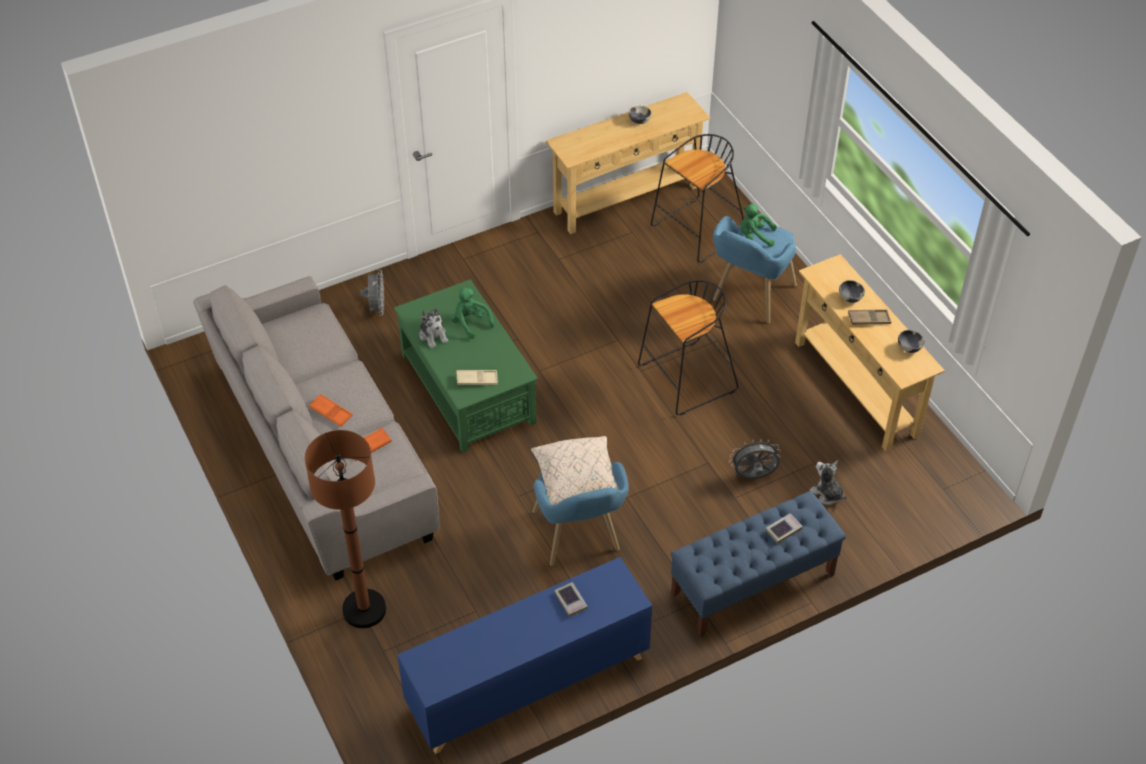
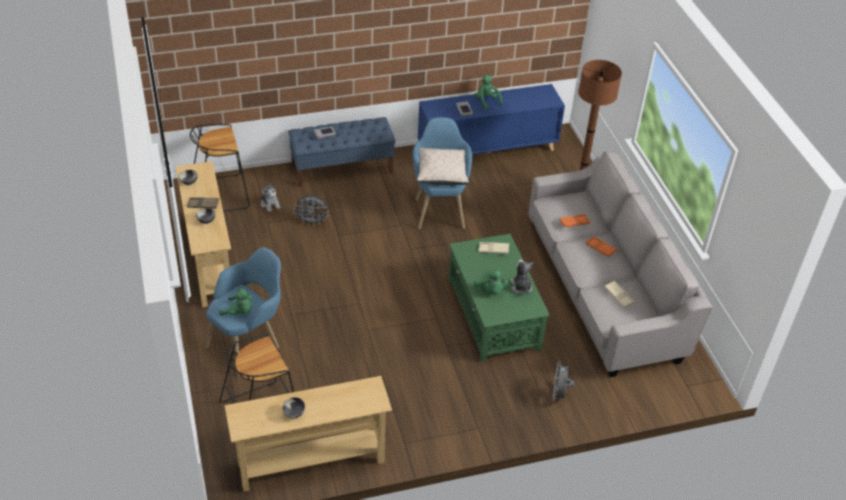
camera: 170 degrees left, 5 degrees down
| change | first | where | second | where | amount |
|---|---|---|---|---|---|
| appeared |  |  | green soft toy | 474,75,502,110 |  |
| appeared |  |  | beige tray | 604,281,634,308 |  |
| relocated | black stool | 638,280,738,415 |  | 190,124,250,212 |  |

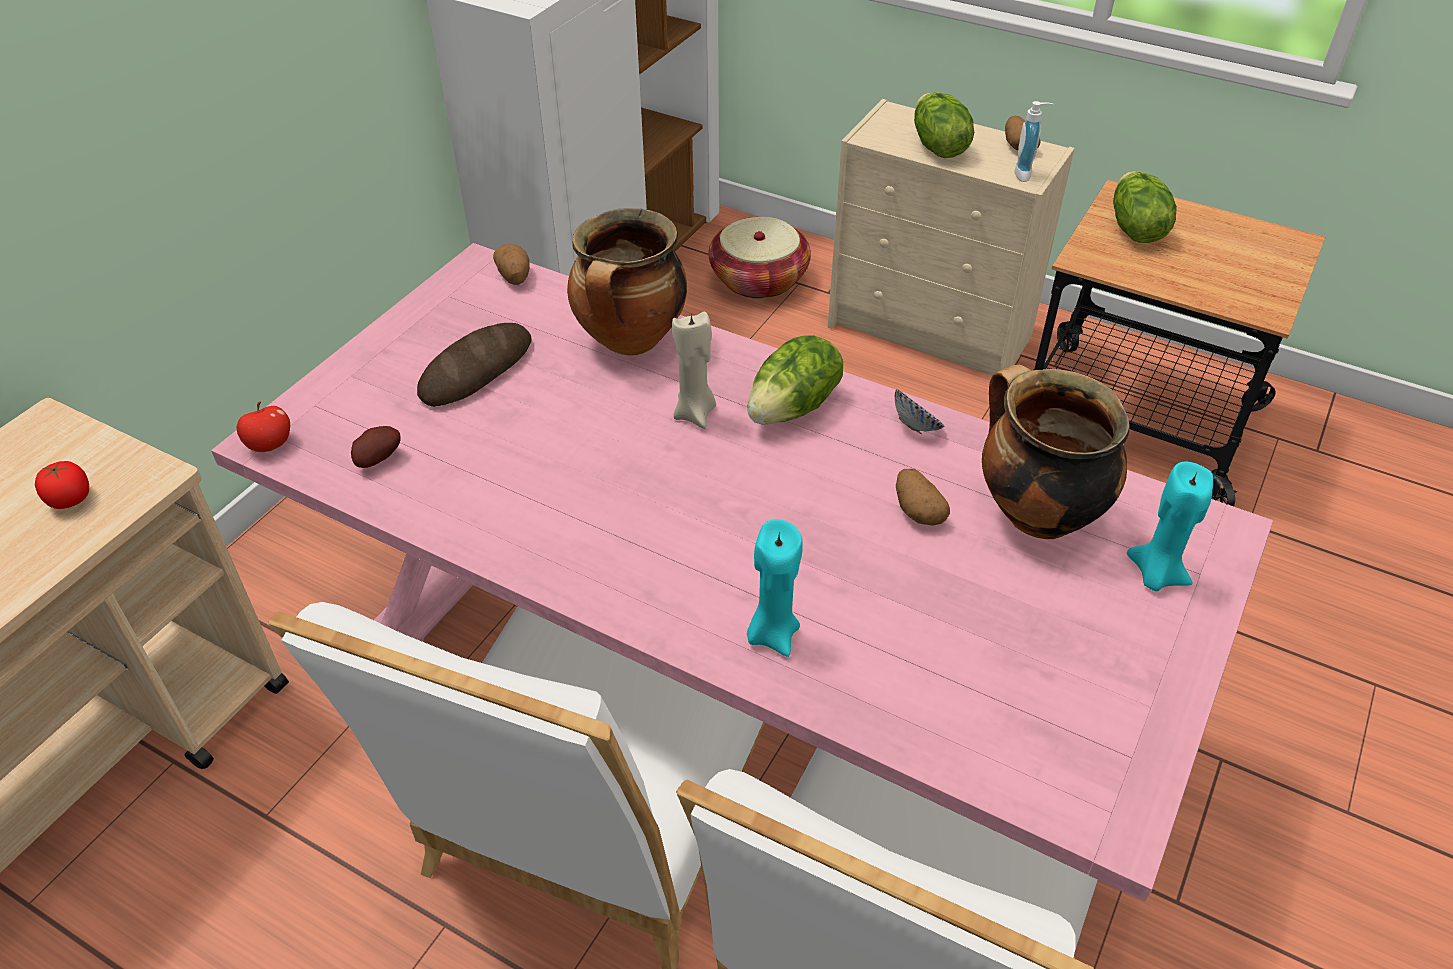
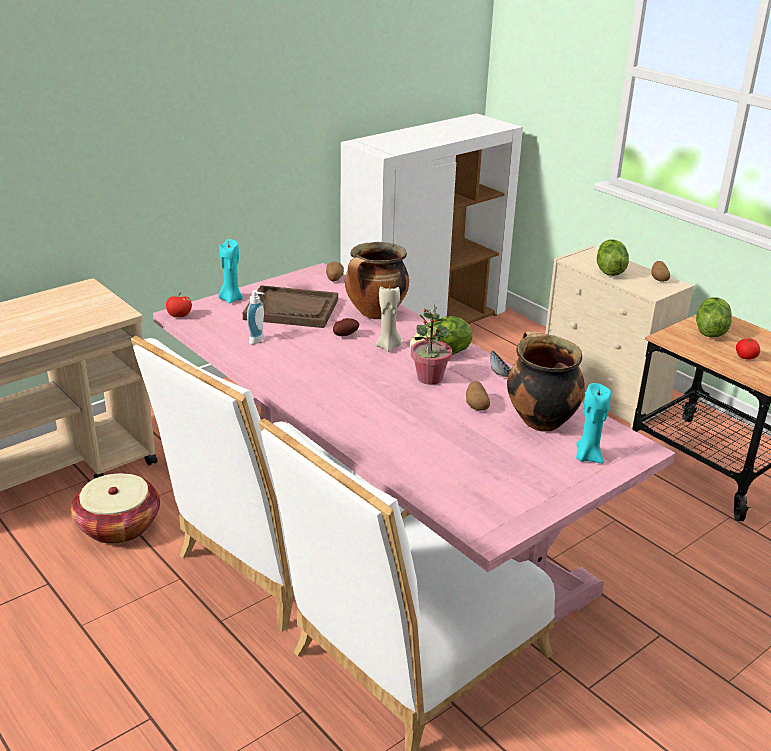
camera: 20 degrees right, 15 degrees down
| change | first | where | second | where | amount |
|---|---|---|---|---|---|
| appeared |  |  | plant in a pot | 411,304,452,385 |  |
| relocated | whole tomato | 35,460,89,509 |  | 736,339,760,359 |  |
| relocated | potato | 351,426,401,468 |  | 333,318,359,336 |  |
| relocated | basket | 708,217,811,299 |  | 70,473,160,544 |  |
| relocated | turquoise candle | 747,519,803,657 |  | 218,239,243,303 |  |
| relocated | liquid soap bottle | 1015,101,1053,182 |  | 247,290,265,345 |  |
| exchanged | bread | 417,323,532,407 | brown tray | 243,285,338,328 |  |

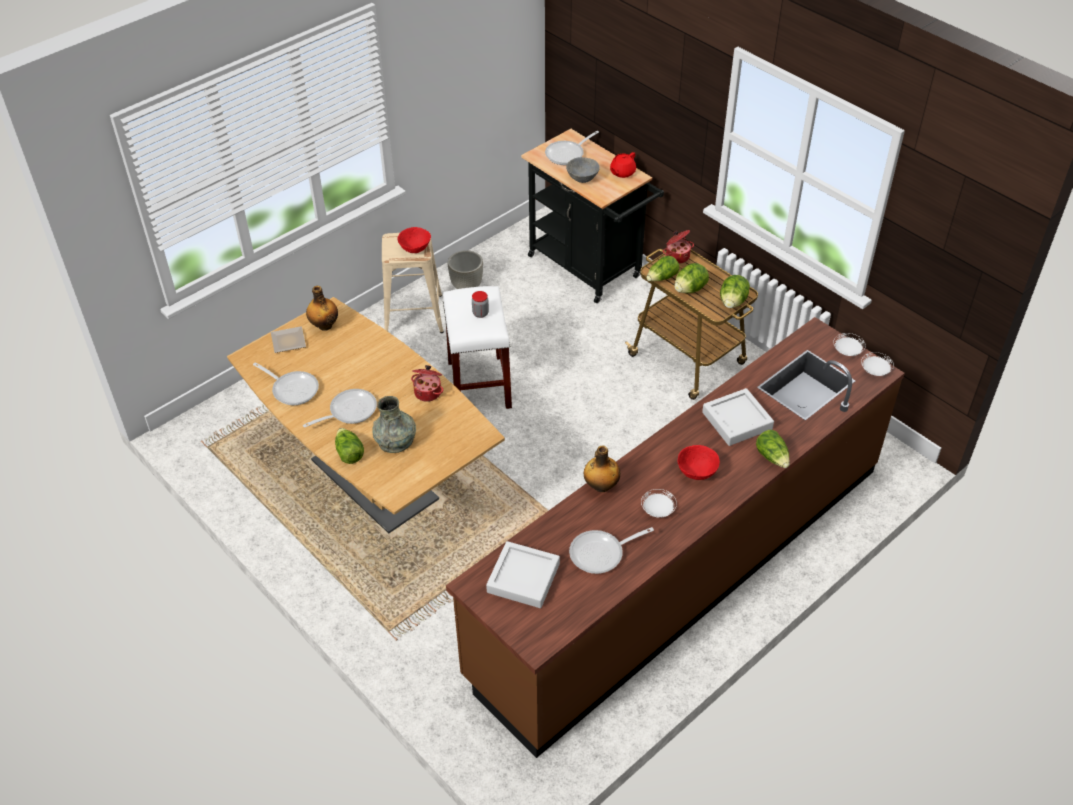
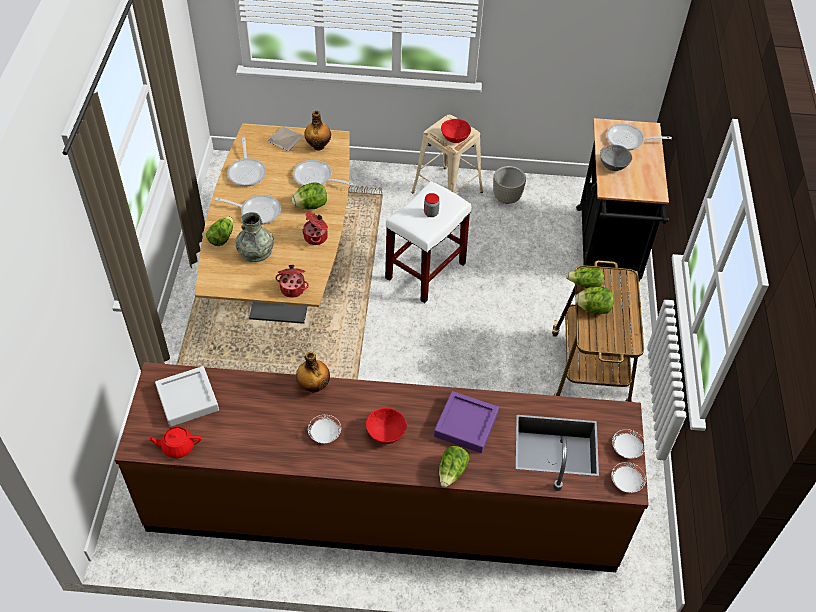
camera: 45 degrees right, 5 degrees up
| change | first | where | second | where | amount |
|---|---|---|---|---|---|
| relocated | pan | 569,527,654,574 |  | 293,160,354,186 |  |
| relocated | red-coloured teapot | 610,152,636,178 |  | 147,427,201,458 |  |
| relocated | saucepot | 663,230,694,264 |  | 275,265,309,298 |  |
| relocated | lettuce | 720,275,750,308 |  | 292,182,327,209 |  |
| colour | greyish tray | 702,388,774,446 | purple tray | 434,391,499,453 |  |

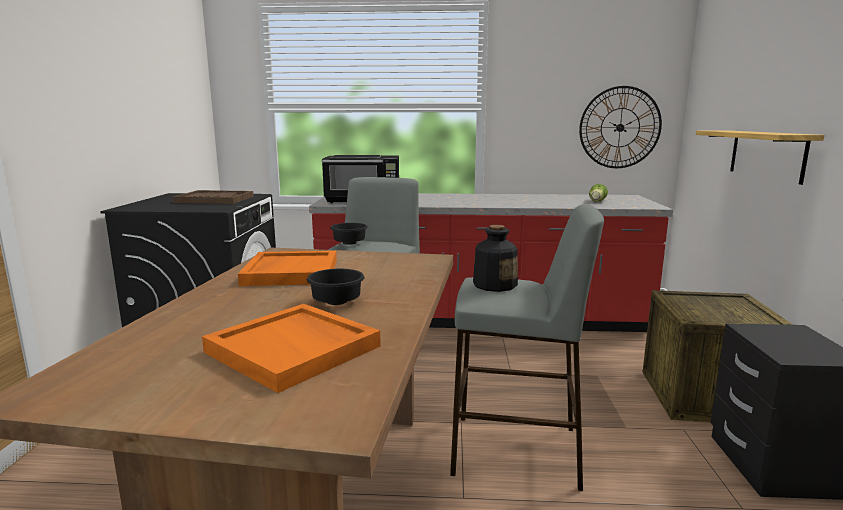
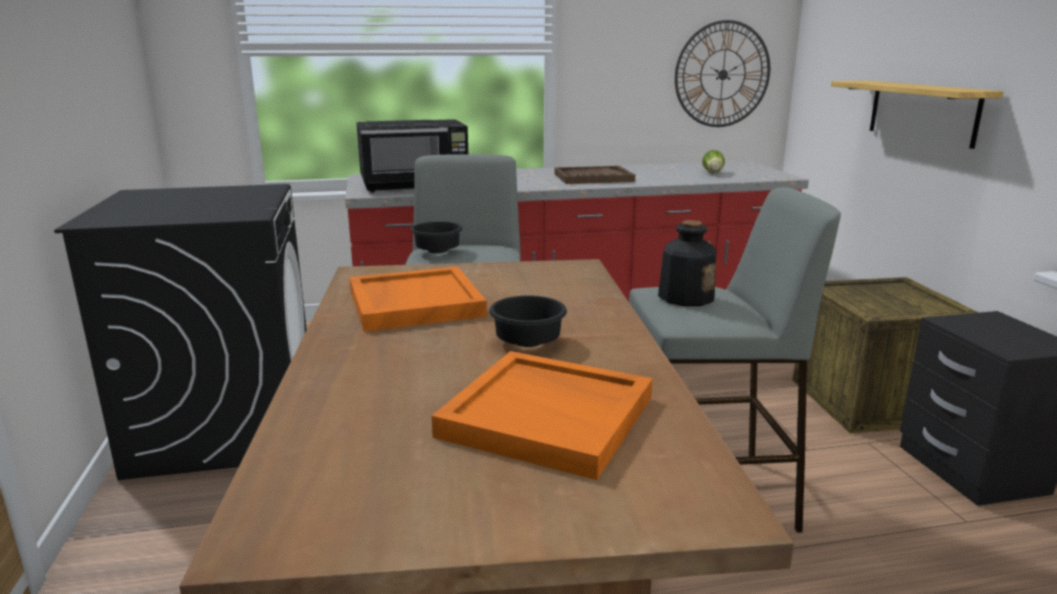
camera: 15 degrees left, 5 degrees up
| change | first | where | second | where | amount |
|---|---|---|---|---|---|
| relocated | brown tray | 173,190,254,204 |  | 554,166,635,184 |  |

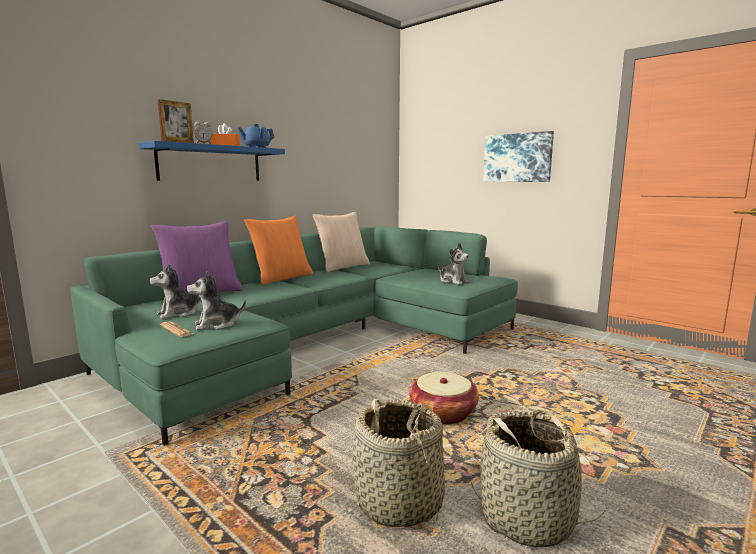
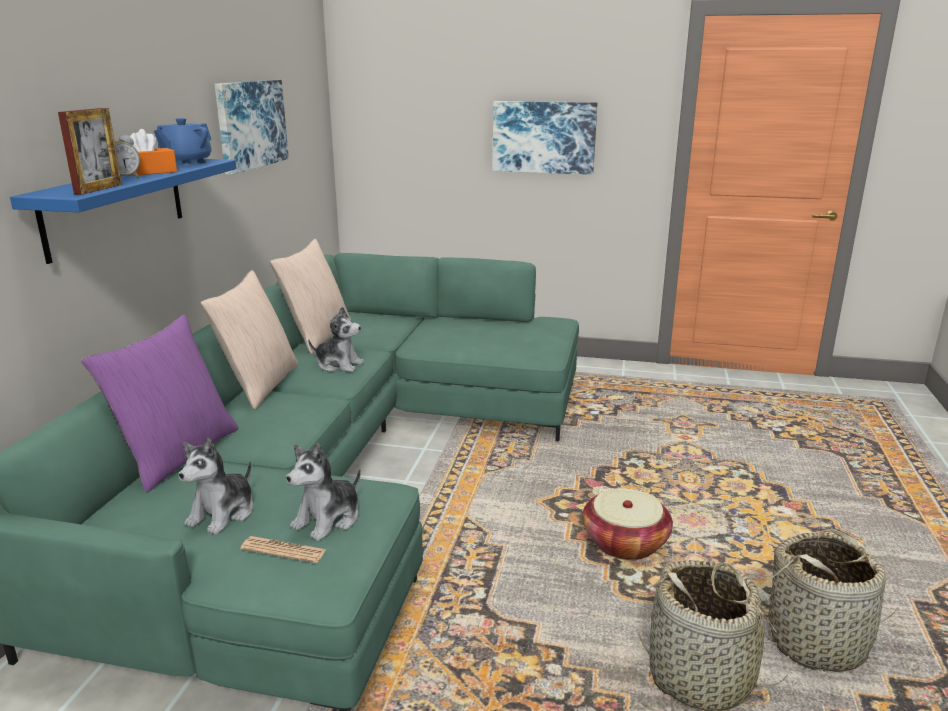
camera: 30 degrees left, 10 degrees up
| change | first | where | second | where | amount |
|---|---|---|---|---|---|
| appeared |  |  | picture | 214,80,289,175 |  |
| relocated | soft toy | 438,243,470,285 |  | 308,307,364,372 |  |
| colour | orangey cushion | 244,216,313,286 | beige cushion | 200,270,298,410 |  |

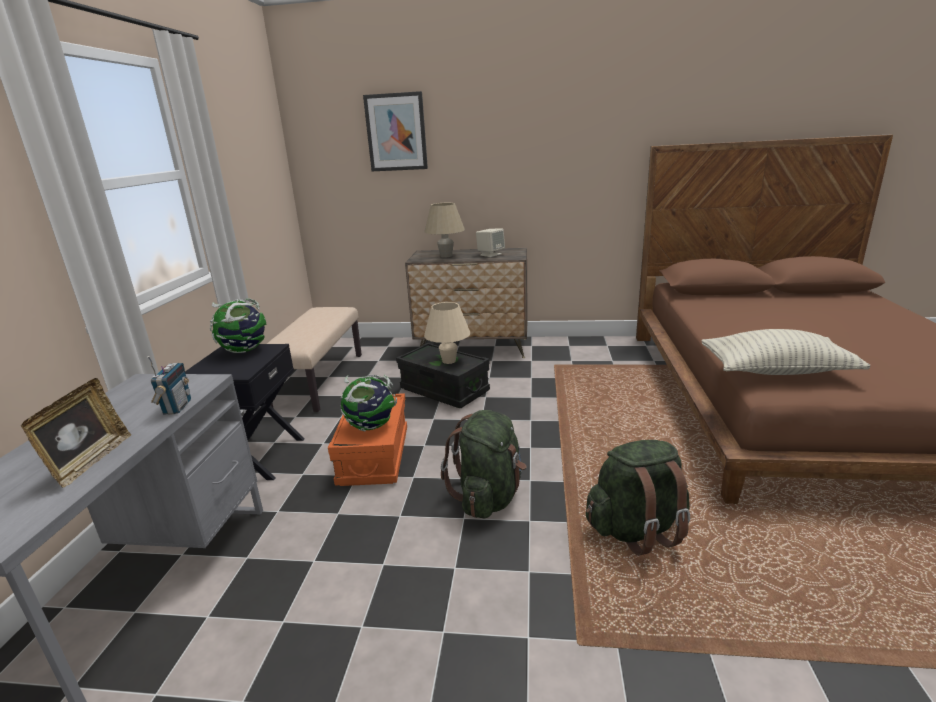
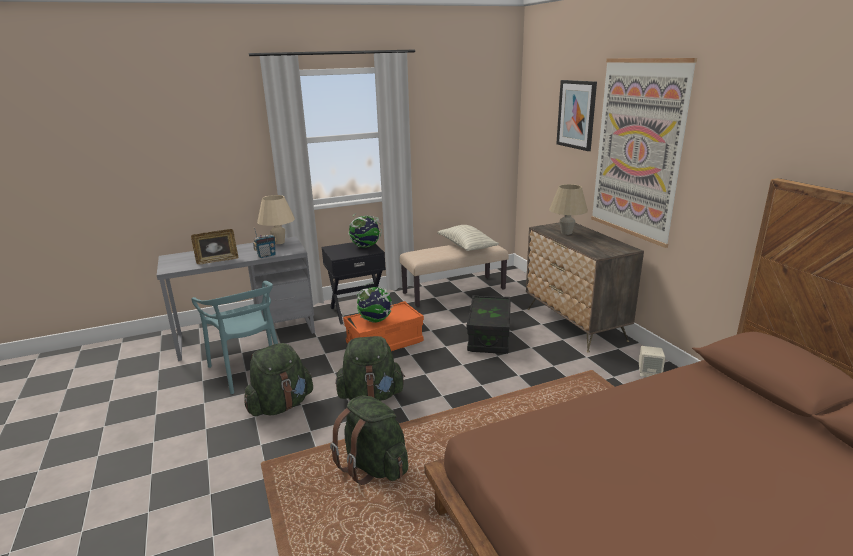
camera: 60 degrees right, 0 degrees up
| change | first | where | second | where | amount |
|---|---|---|---|---|---|
| appeared |  |  | turquoise chair | 191,281,278,394 |  |
| appeared |  |  | green knapsack | 245,343,313,416 |  |
| appeared |  |  | picture | 591,58,697,248 |  |
| relocated | beige lamp for a table | 424,302,470,364 |  | 257,195,295,244 |  |
| relocated | beige loudspeaker | 476,228,505,257 |  | 639,346,665,377 |  |
| relocated | cushion | 701,329,870,375 |  | 437,225,499,251 |  |

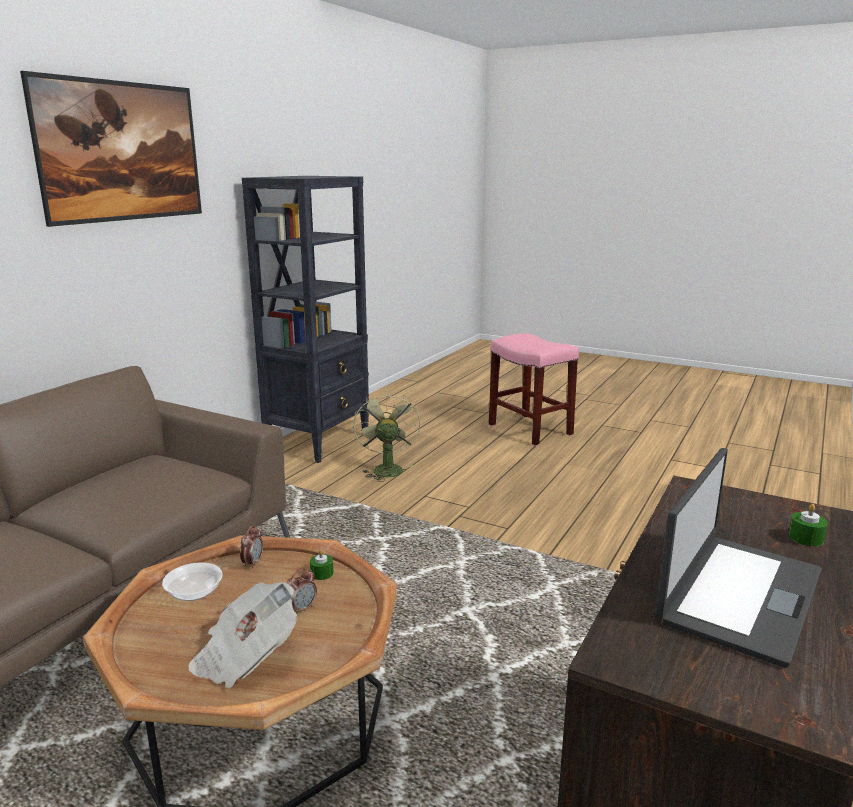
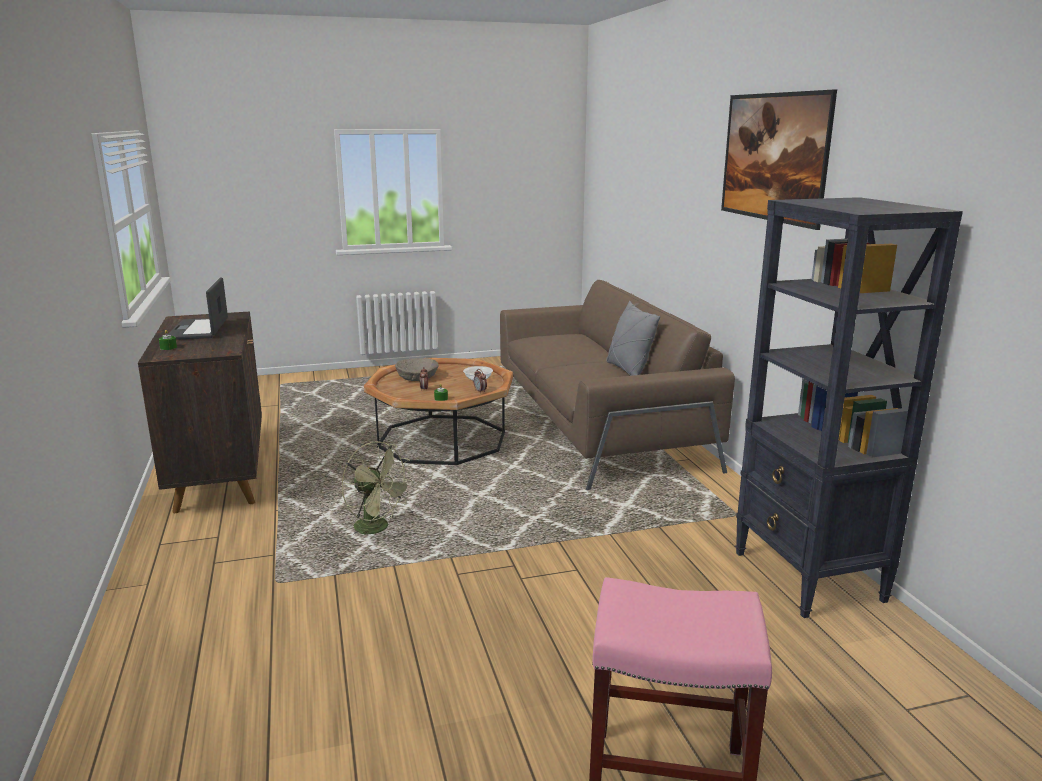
camera: 135 degrees right, 0 degrees up
| change | first | where | second | where | amount |
|---|---|---|---|---|---|
| appeared |  |  | greyish cushion | 606,301,660,376 |  |
| relocated | green cooling fan | 353,391,421,482 |  | 342,441,413,534 |  |
| exchanged | newspaper | 189,582,297,688 | beige serving bowl | 395,358,439,381 |  |

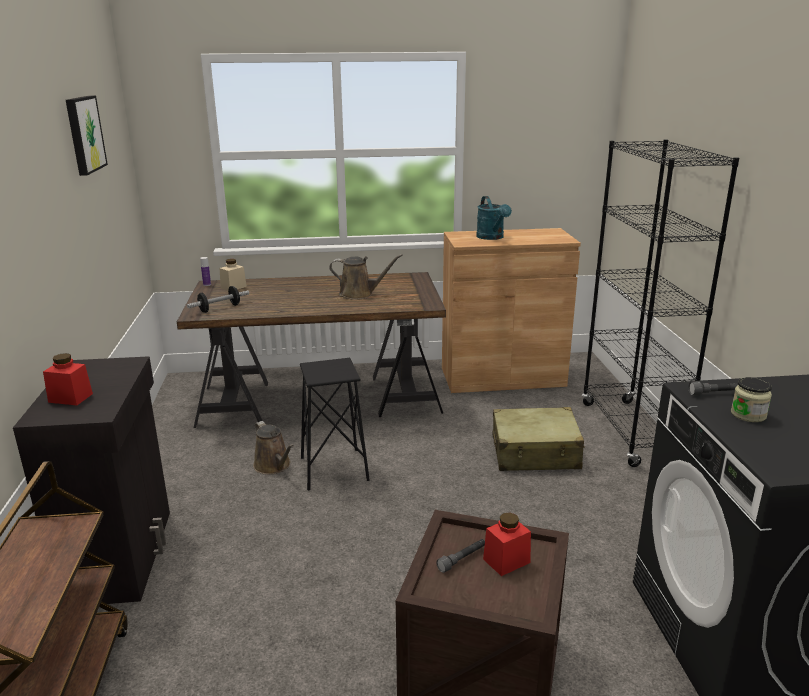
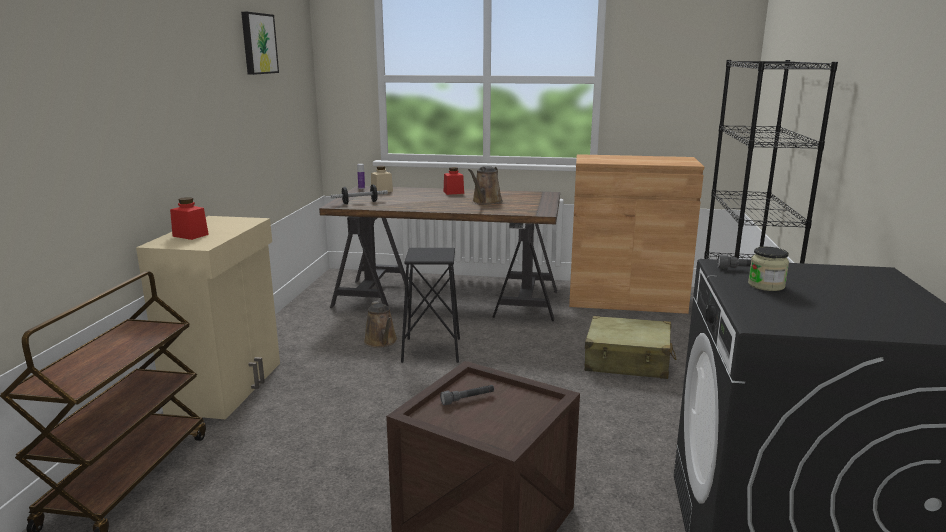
camera: 15 degrees right, 5 degrees down
| change | first | where | second | where | amount |
|---|---|---|---|---|---|
| missing | turquoise watering pot | 476,196,512,240 |  |  |  |
| relocated | red-coloured storage jar | 483,512,531,576 |  | 444,167,464,195 |  |
| colour | black cupboard | 13,356,170,604 | beige cupboard | 136,216,280,419 |  |
| spun | brown watering pot | 329,254,403,300 |  | 468,166,503,205 | 90 degrees clockwise |

